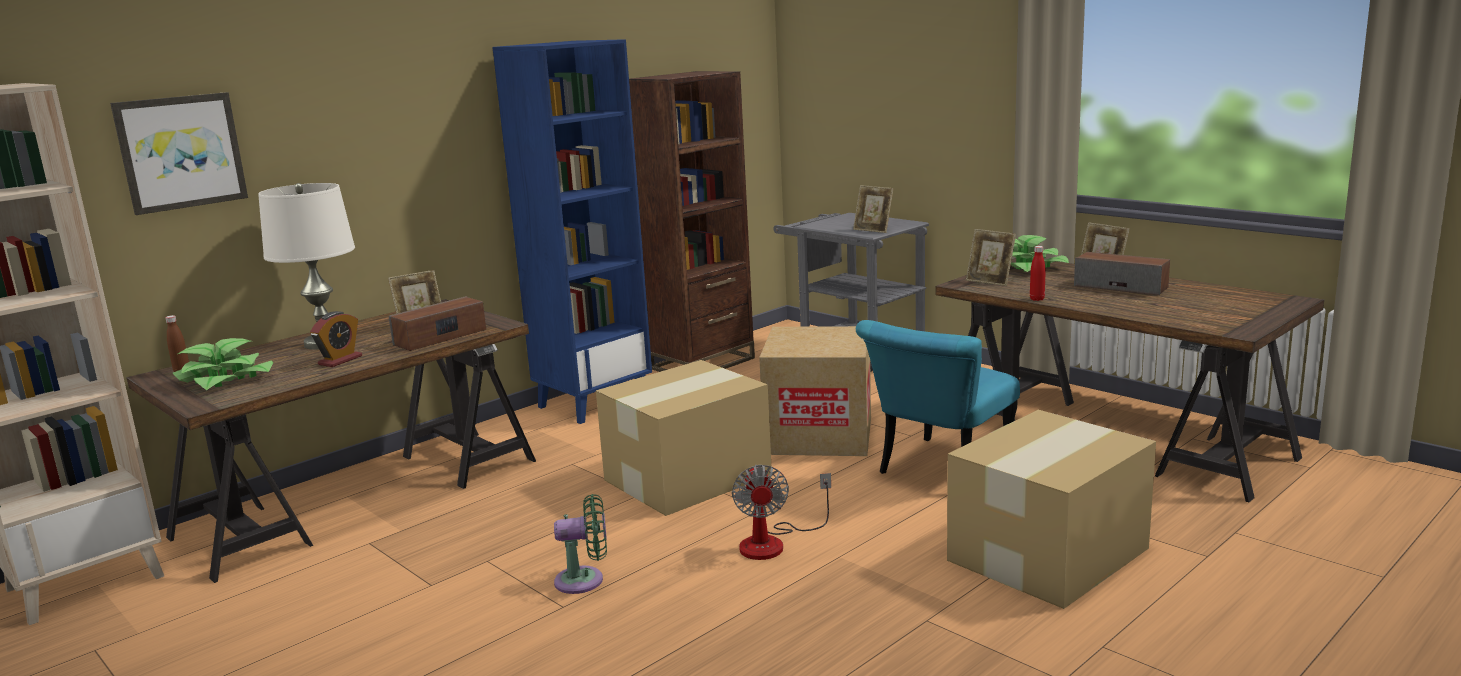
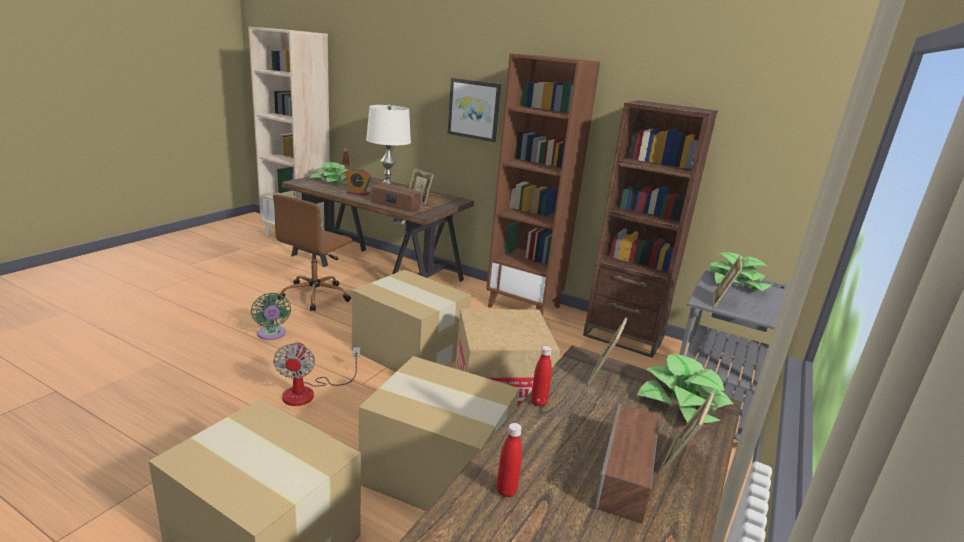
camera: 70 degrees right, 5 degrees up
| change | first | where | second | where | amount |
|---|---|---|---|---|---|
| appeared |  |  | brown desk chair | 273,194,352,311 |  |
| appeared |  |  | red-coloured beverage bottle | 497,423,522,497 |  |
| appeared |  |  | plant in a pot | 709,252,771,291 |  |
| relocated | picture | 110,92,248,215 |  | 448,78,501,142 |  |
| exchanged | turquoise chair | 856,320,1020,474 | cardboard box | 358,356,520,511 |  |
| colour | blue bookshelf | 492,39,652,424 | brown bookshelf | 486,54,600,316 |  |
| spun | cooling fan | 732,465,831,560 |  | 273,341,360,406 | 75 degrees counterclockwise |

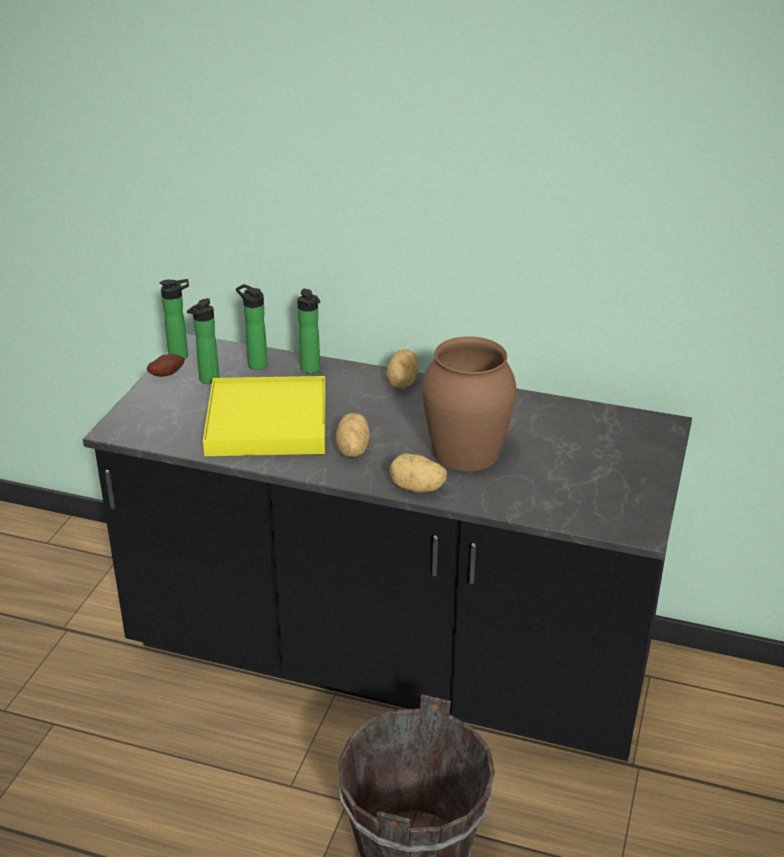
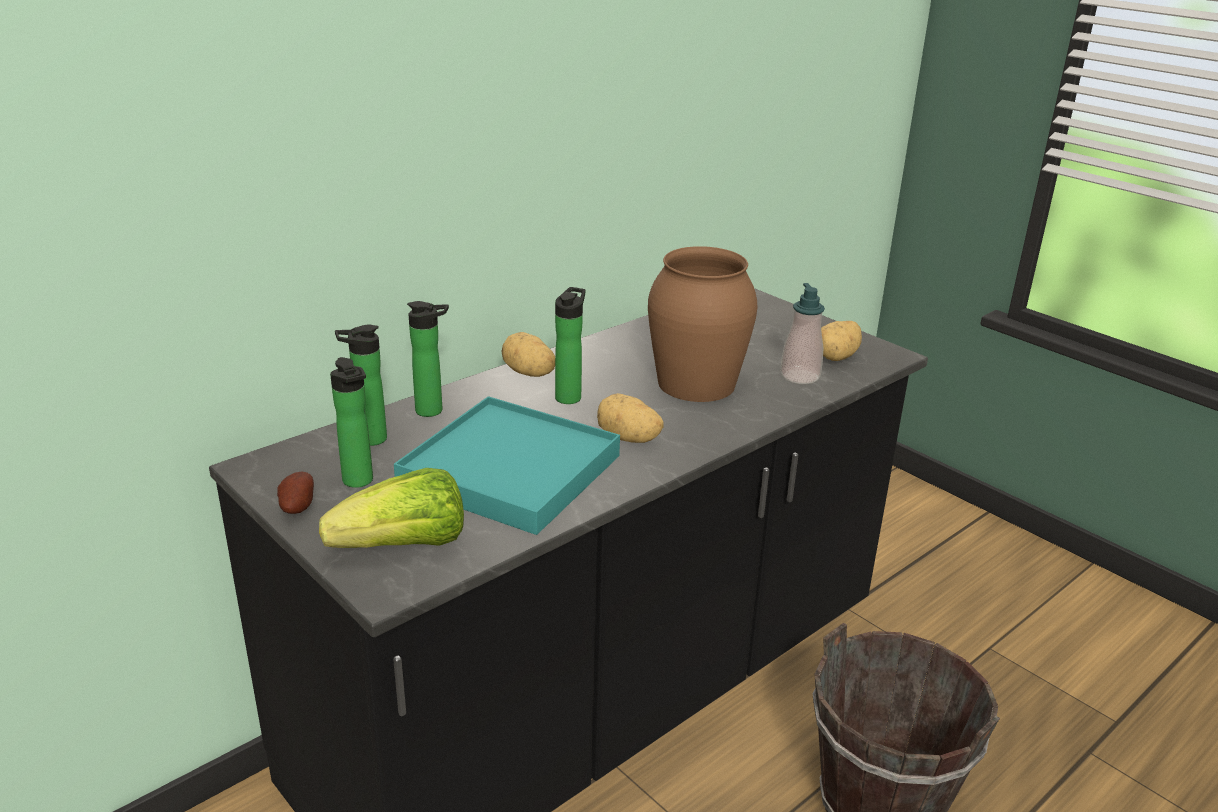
camera: 60 degrees left, 5 degrees down
| change | first | where | second | where | amount |
|---|---|---|---|---|---|
| appeared |  |  | lettuce | 319,468,464,548 |  |
| appeared |  |  | liquid soap bottle | 780,283,825,384 |  |
| relocated | beverage bottle | 160,279,189,360 |  | 555,287,585,404 |  |
| relocated | potato | 389,453,447,492 |  | 821,321,862,361 |  |
| colour | yellowish tray | 203,376,325,456 | turquoise tray | 394,396,620,535 |  |

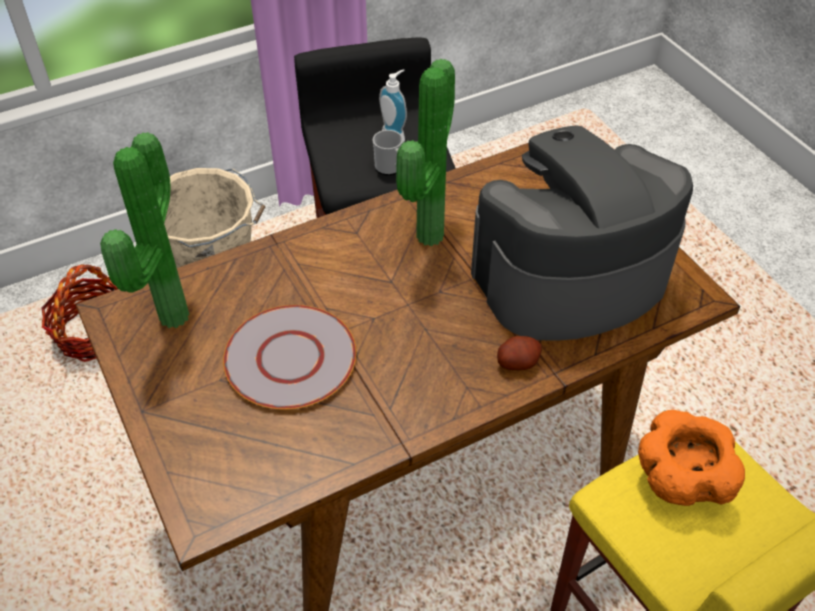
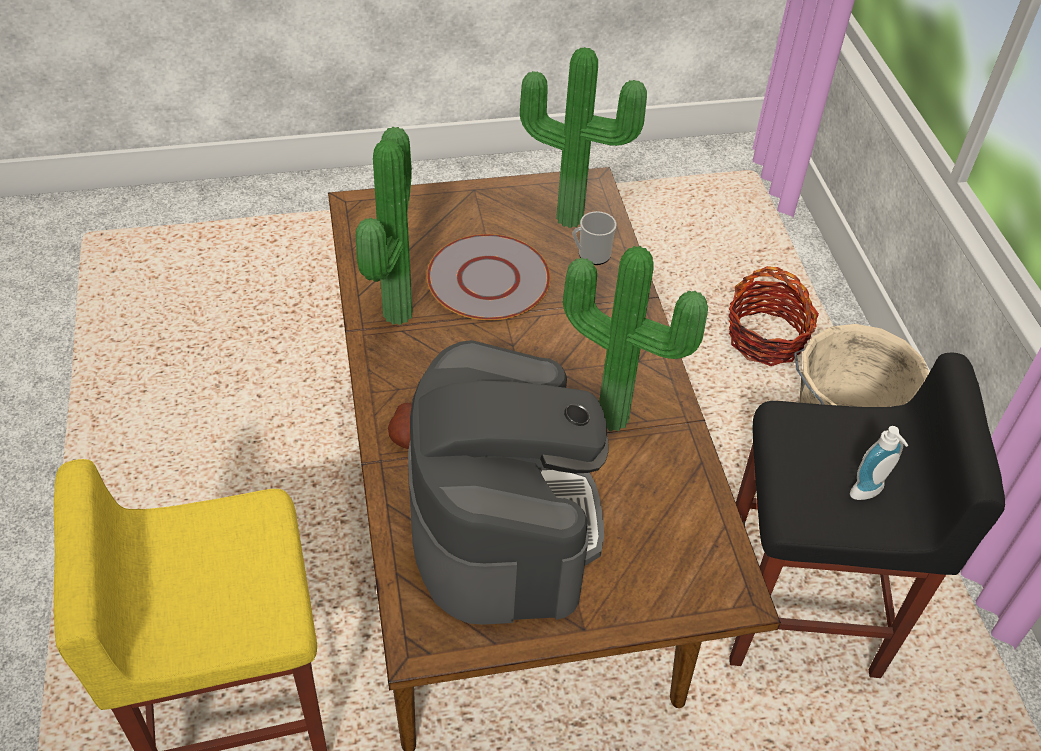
camera: 105 degrees right, 0 degrees up
| change | first | where | second | where | amount |
|---|---|---|---|---|---|
| missing | orangey serving bowl | 638,410,745,506 |  |  |  |
| appeared |  |  | plant in a pot | 356,127,413,325 |  |
| relocated | mug | 373,130,403,175 |  | 573,211,616,265 |  |

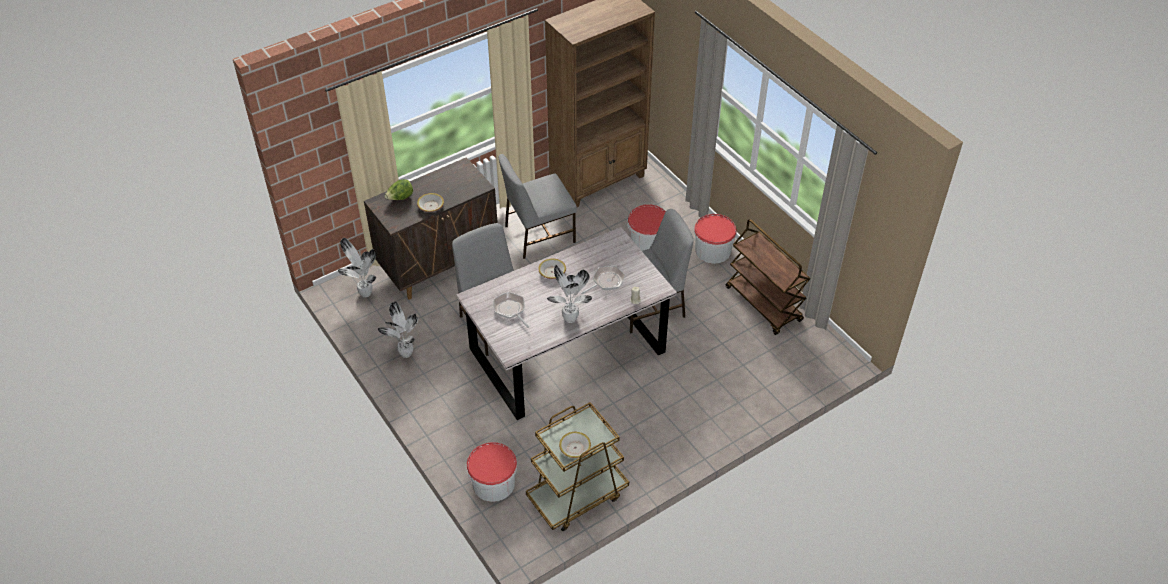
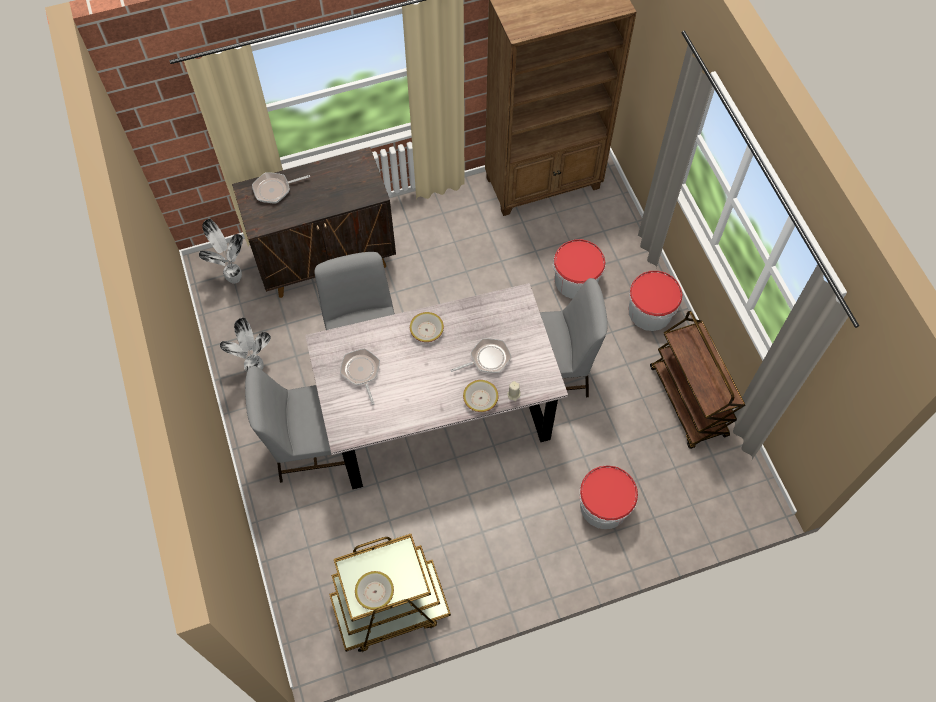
camera: 15 degrees right, 15 degrees up
| change | first | where | second | where | amount |
|---|---|---|---|---|---|
| missing | plant in a pot | 547,265,592,323 |  |  |  |
| relocated | serving bowl | 417,193,444,212 |  | 463,380,498,412 |  |
| relocated | pail | 467,442,517,502 |  | 580,465,638,529 |  |
| relocated | greyish chair | 499,154,577,259 |  | 245,366,345,483 |  |
| exchanged | lettuce | 385,179,413,200 | pan | 252,172,310,204 |  |

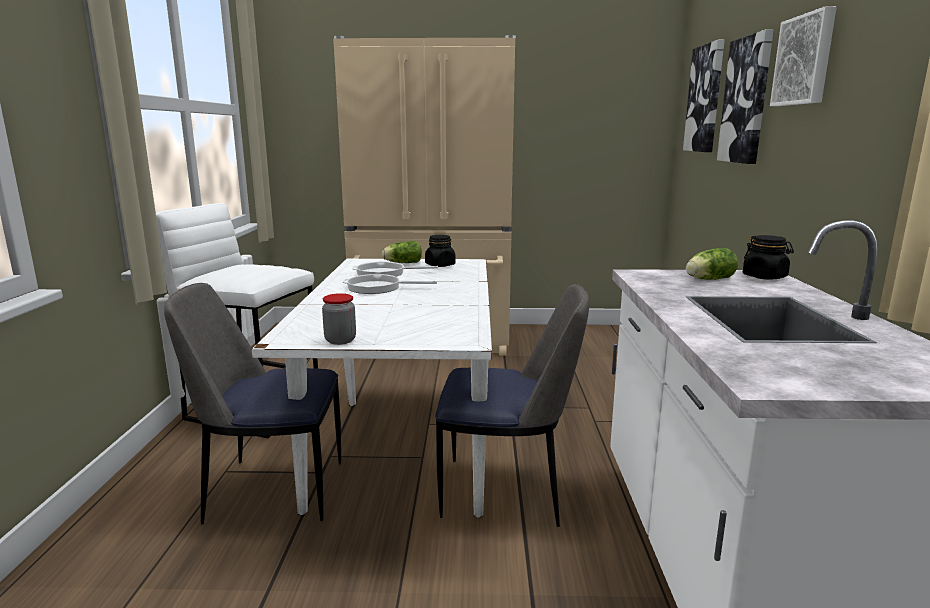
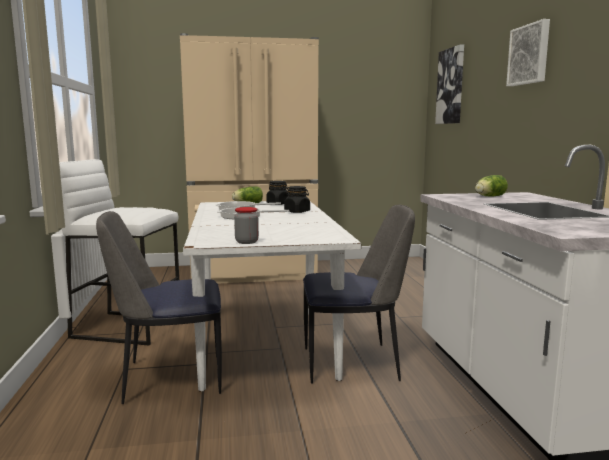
camera: 10 degrees left, 5 degrees down
| change | first | where | second | where | amount |
|---|---|---|---|---|---|
| missing | picture | 717,29,774,164 |  |  |  |
| relocated | black storage jar | 743,235,794,280 |  | 284,186,310,213 |  |

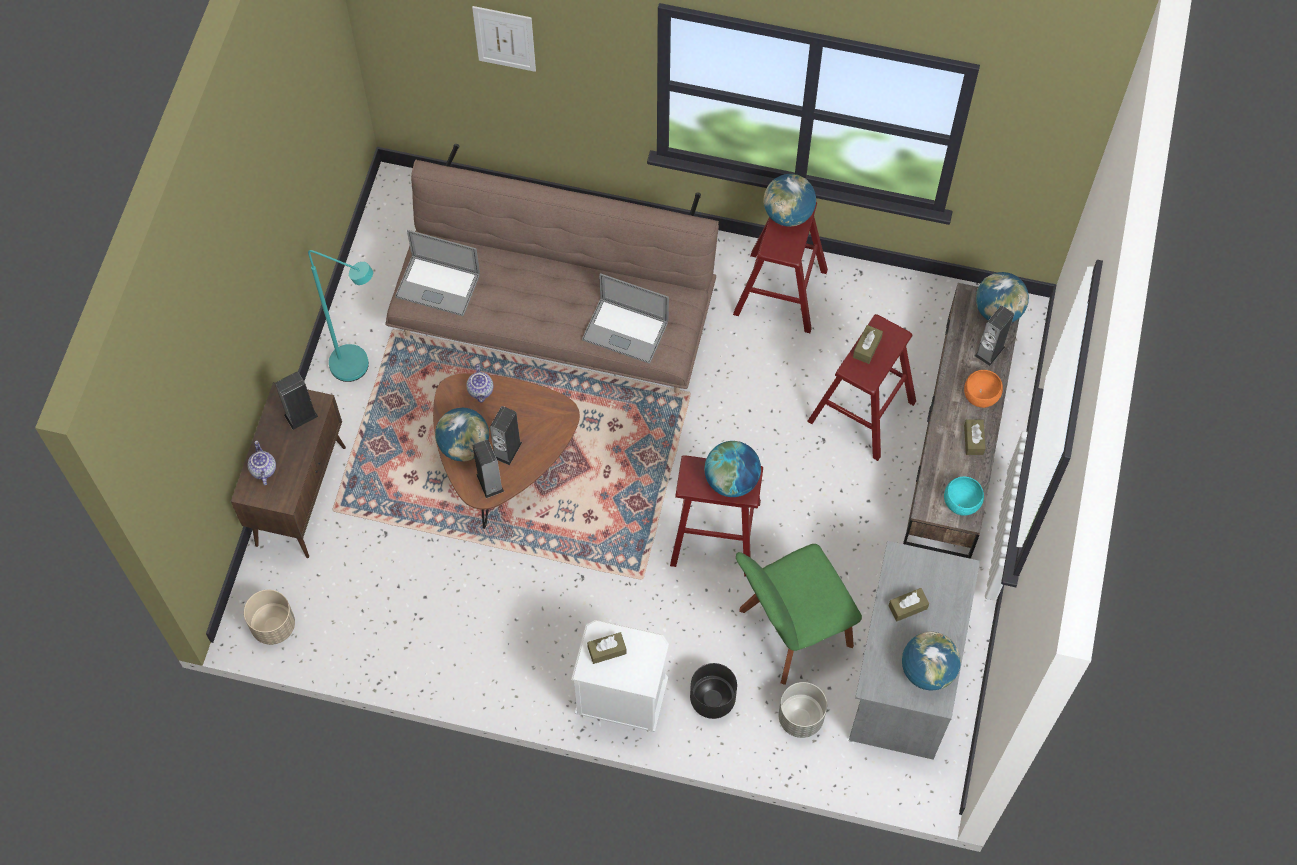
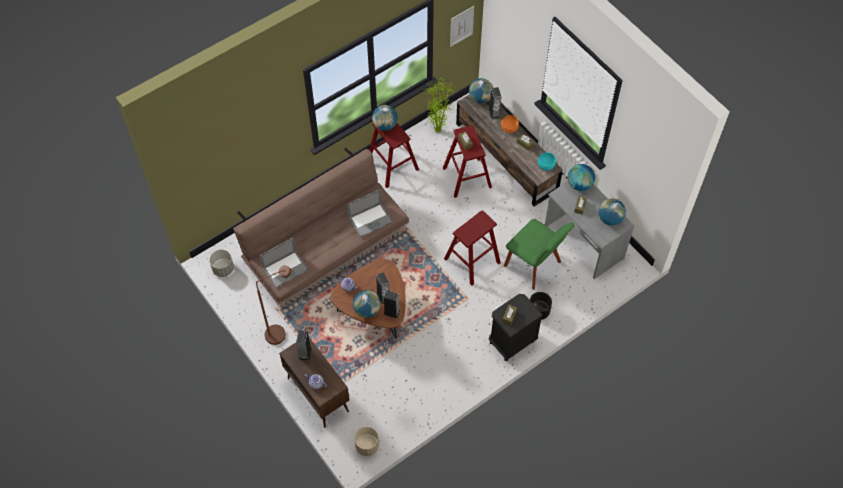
camera: 50 degrees left, 5 degrees down
| change | first | where | second | where | amount |
|---|---|---|---|---|---|
| appeared |  |  | plant in a pot | 426,79,456,132 |  |
| relocated | picture | 472,6,536,72 |  | 450,6,474,47 |  |
| relocated | desk globe | 704,441,761,497 |  | 568,164,595,191 |  |
| relocated | greyish flower pot | 778,682,827,738 |  | 209,250,234,277 |  |
| colour | turquoise floor lamp | 308,250,373,382 | brown floor lamp | 256,265,292,345 |  |
| colour | whitish night table | 571,620,669,732 | black night table | 489,294,543,361 |  |
| spun | green chair | 736,544,862,685 |  | 504,219,575,290 | 60 degrees counterclockwise |

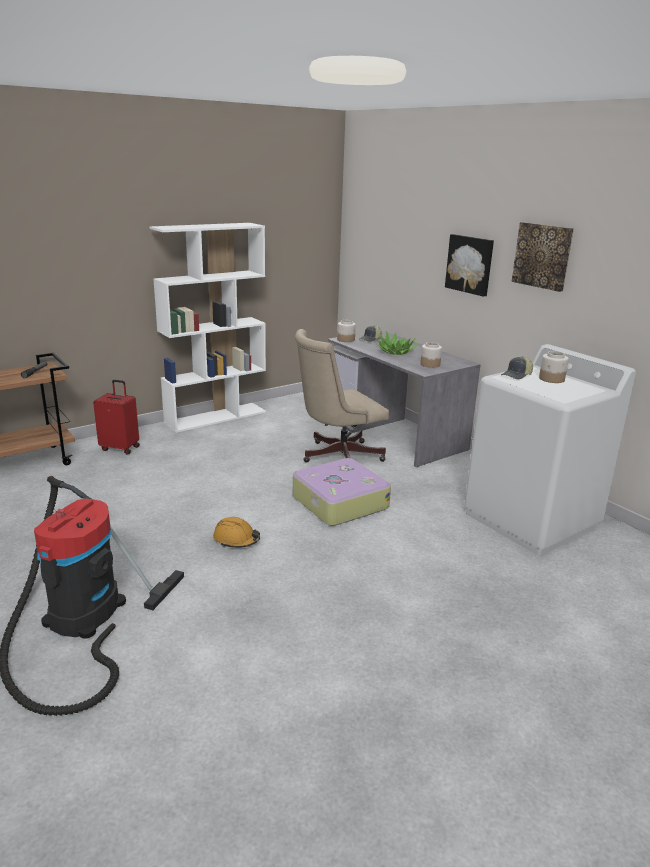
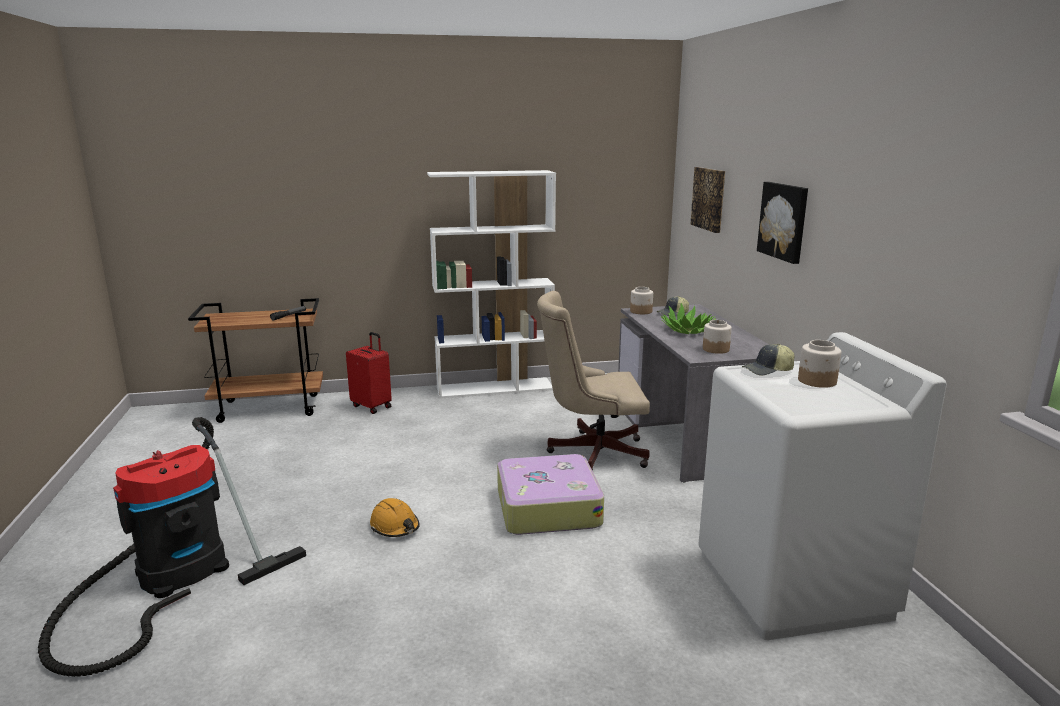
camera: 25 degrees right, 5 degrees down
| change | first | where | second | where | amount |
|---|---|---|---|---|---|
| relocated | picture | 511,222,574,292 |  | 690,167,725,233 |  |

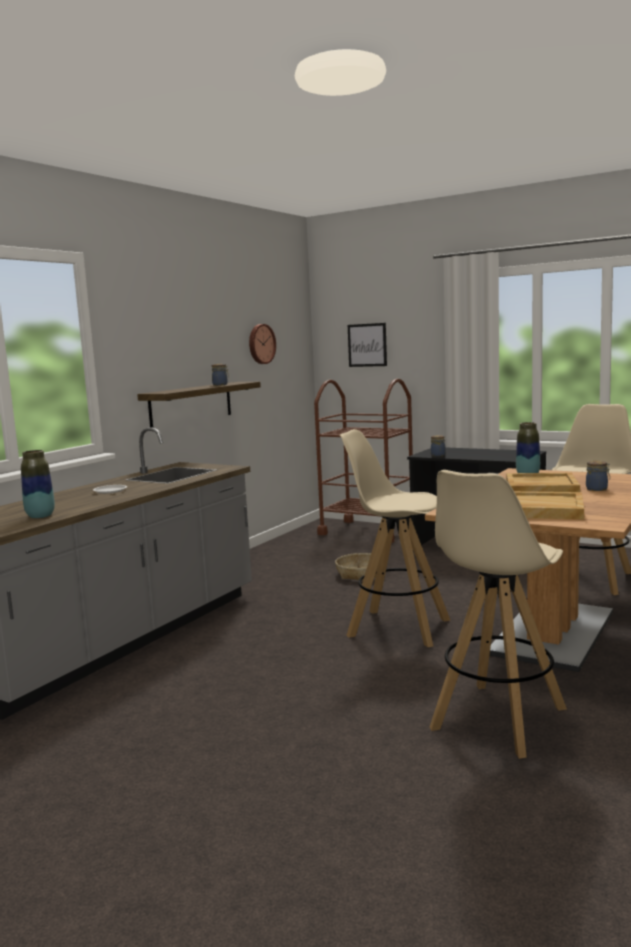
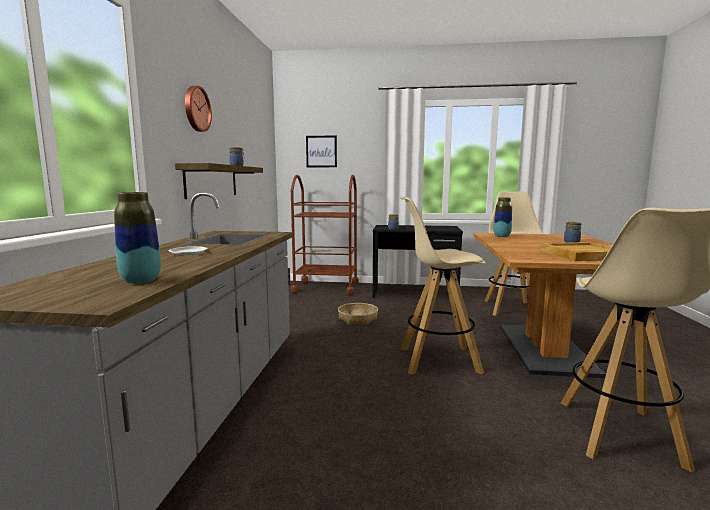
camera: 25 degrees left, 0 degrees up
| change | first | where | second | where | amount |
|---|---|---|---|---|---|
| missing | beige tray | 506,473,580,492 |  |  |  |
| relocated | wall clock | 249,324,276,364 |  | 185,86,212,132 |  |

